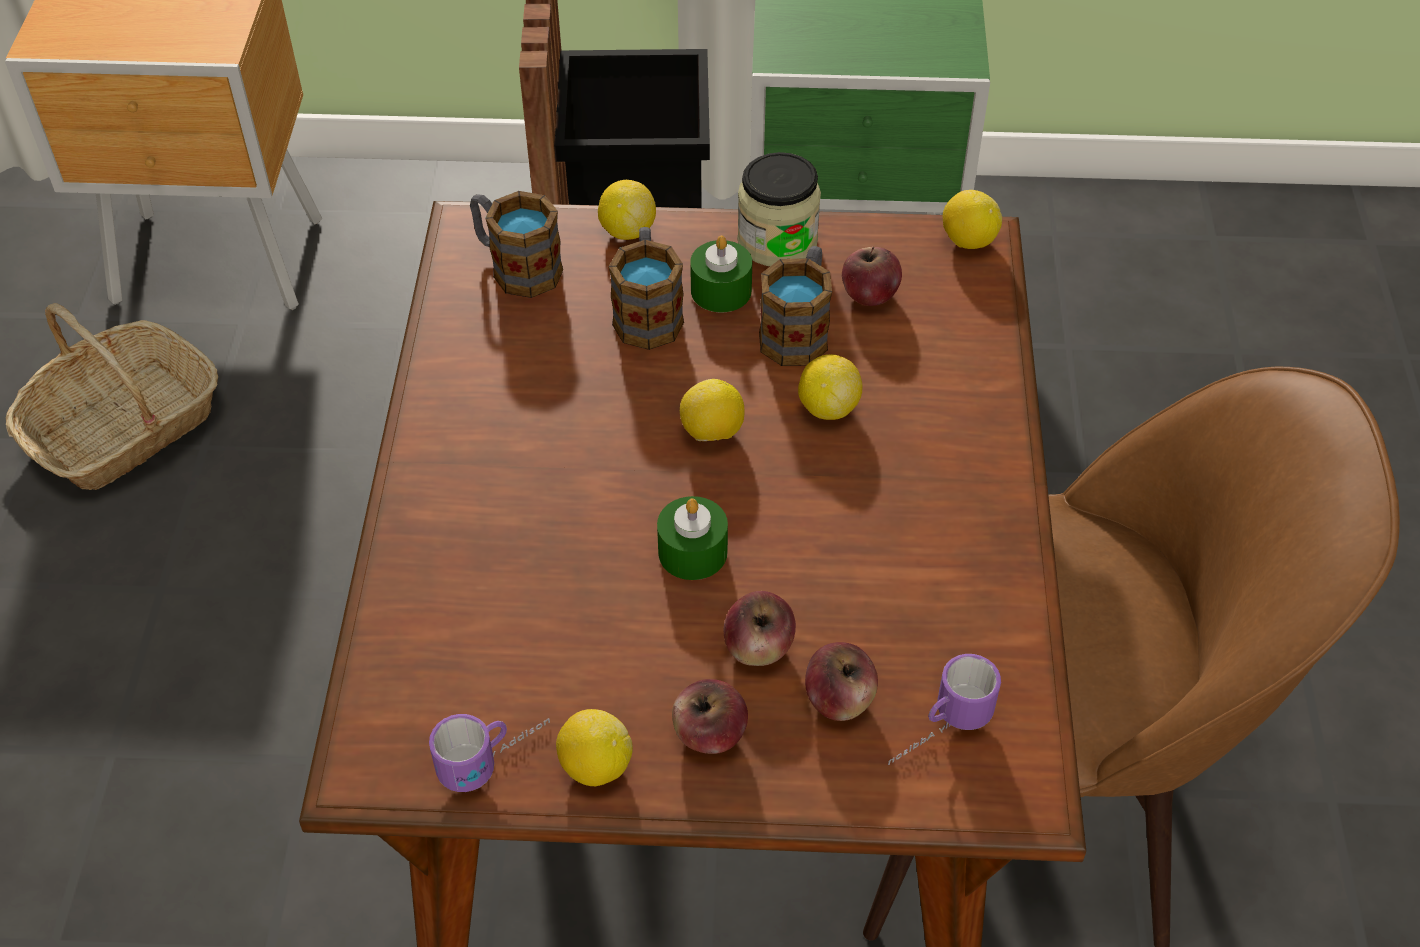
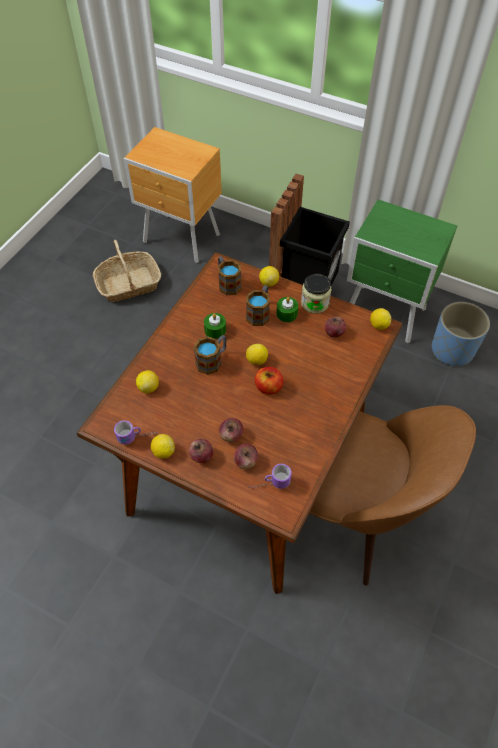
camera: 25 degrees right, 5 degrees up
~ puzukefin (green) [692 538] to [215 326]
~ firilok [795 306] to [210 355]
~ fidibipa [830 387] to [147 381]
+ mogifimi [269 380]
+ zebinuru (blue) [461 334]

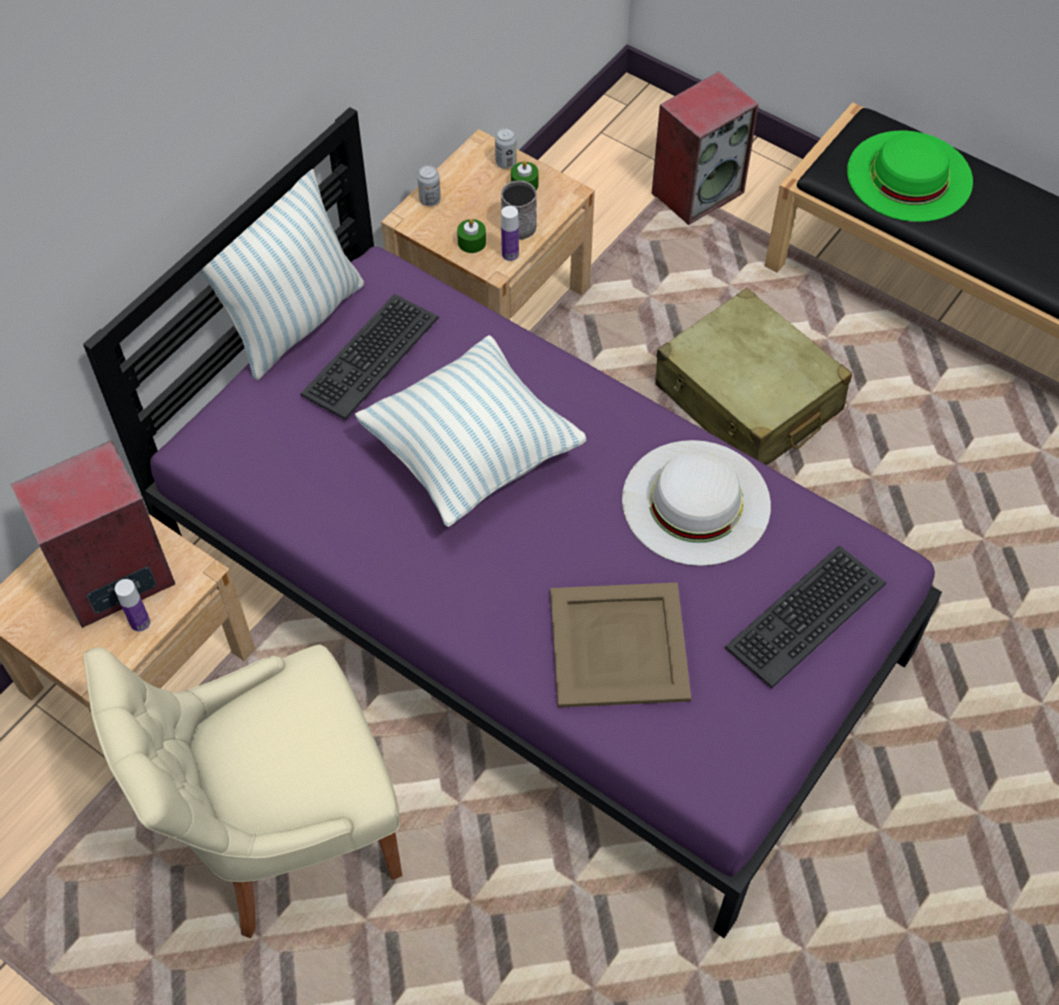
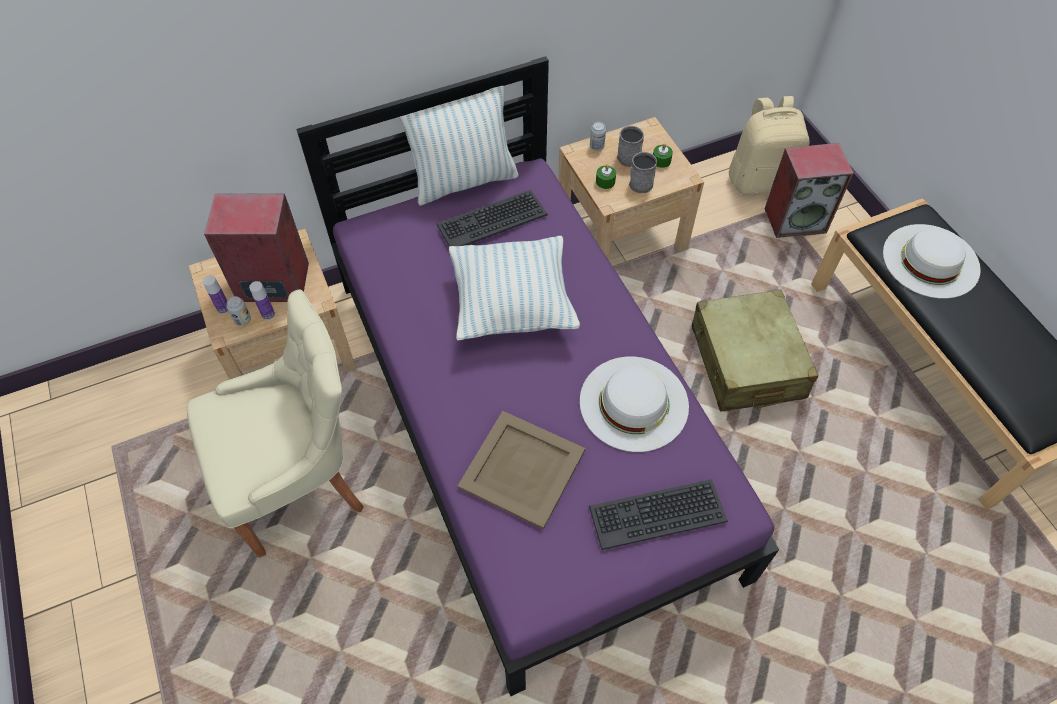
camera: 30 degrees right, 0 degrees up
~ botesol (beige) [242 791] = [275 423] 150 degrees clockwise
~ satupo [506 148] to [238 311]
~ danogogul [510 233] to [215 294]
~ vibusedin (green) [910 176] to vibusedin (white) [932 261]
+ firilok (grey) [630 146]
+ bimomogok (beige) [769 145]

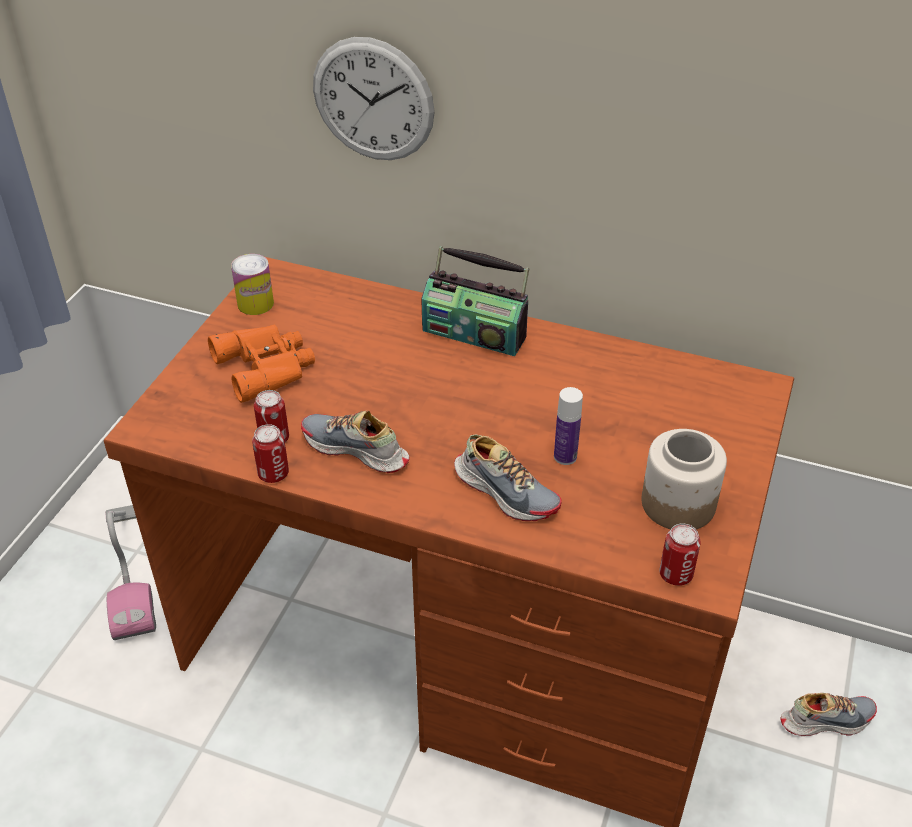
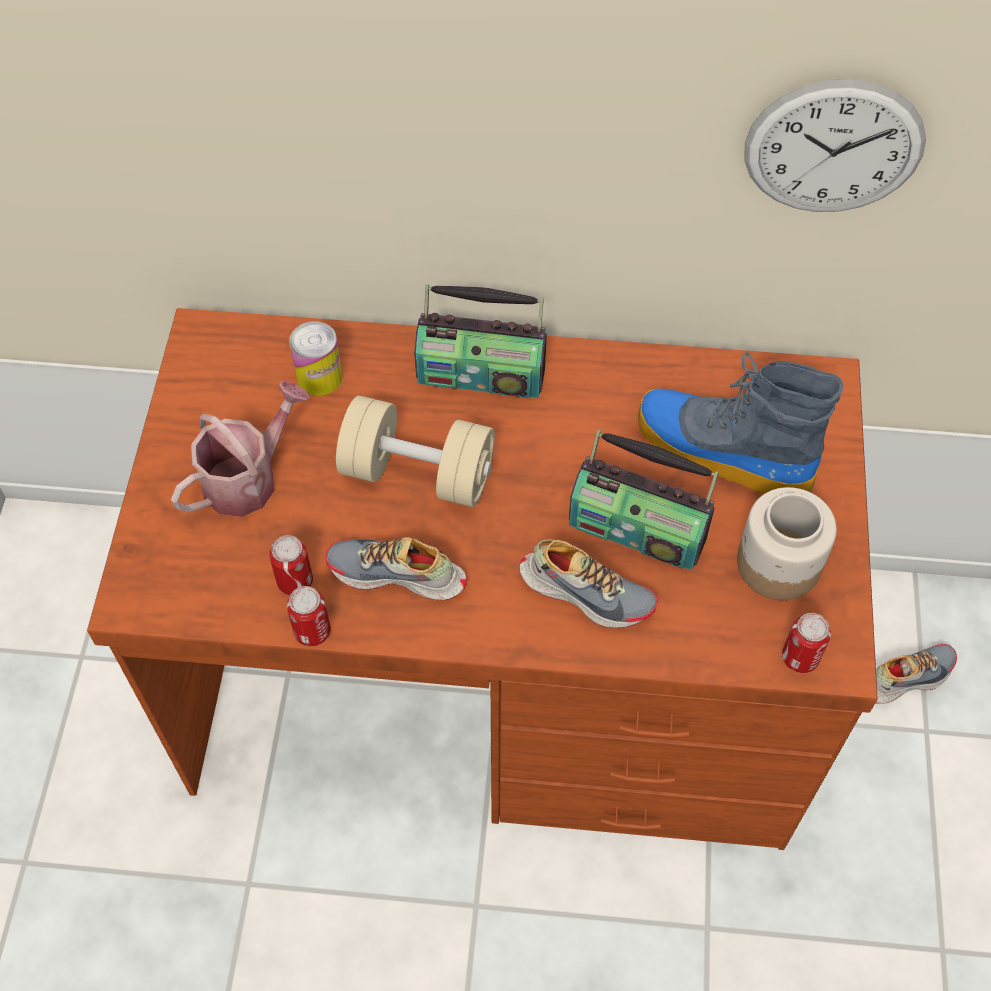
camera: 15 degrees left, 15 degrees up
- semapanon [130 572]
~ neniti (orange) [261 363] to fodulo [240 449]
~ satupo [252 284] to [315 358]
~ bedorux [374 98] to [835 145]
~ danogogul [568 426] to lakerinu [644 500]
+ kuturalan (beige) [415 451]
+ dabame [741 423]

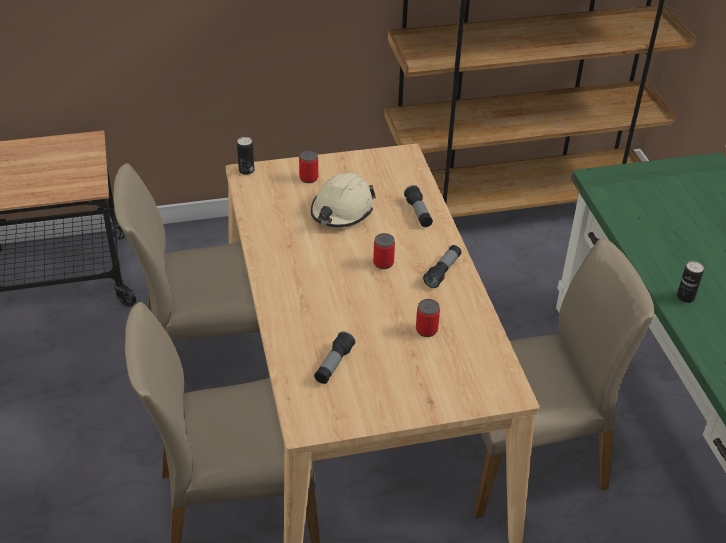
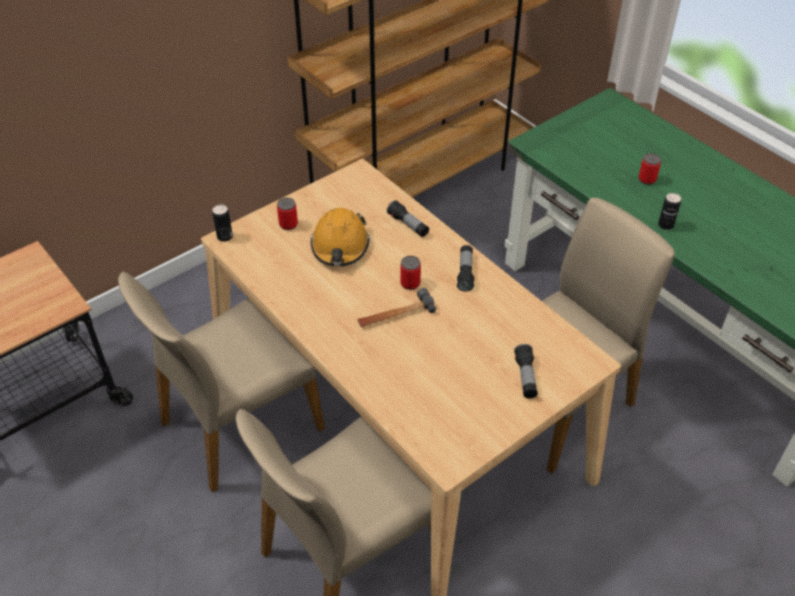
camera: 25 degrees left, 5 degrees up
~ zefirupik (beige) [343 200] to zefirupik (orange) [340 237]
~ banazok [334 358] to [526 371]
~ satupo [428 318] to [650 169]
+ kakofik [397 307]

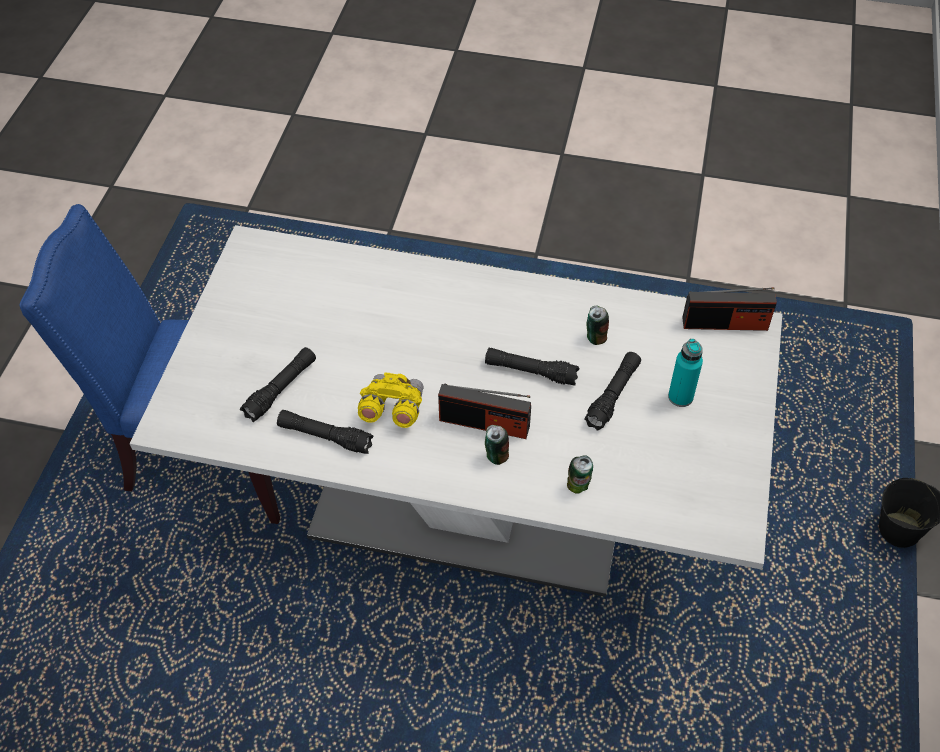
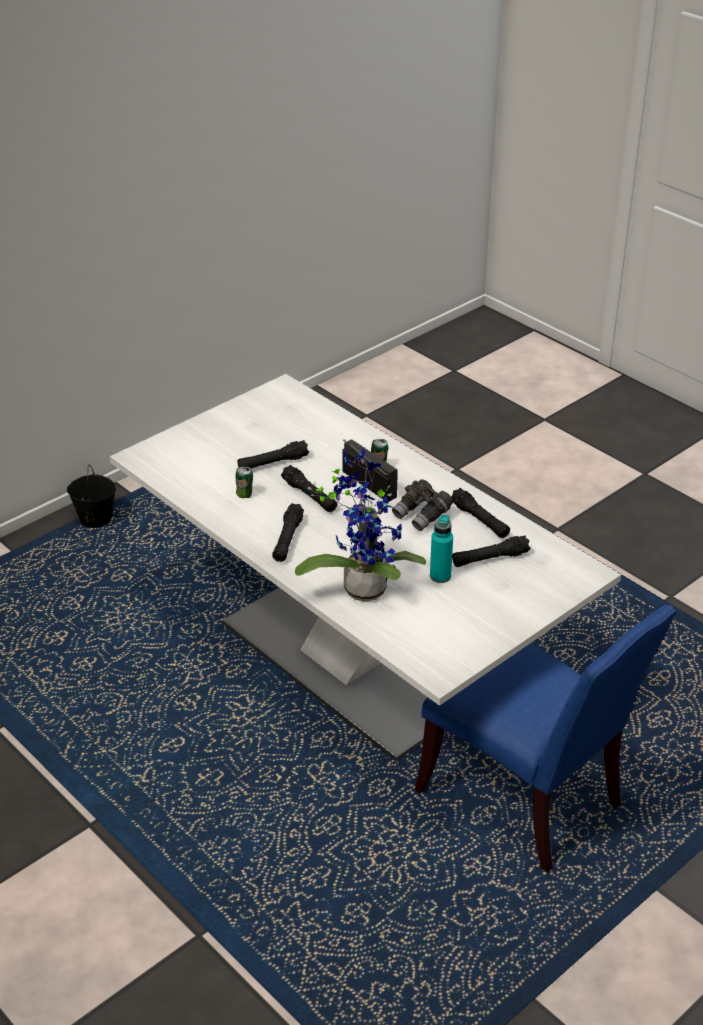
camera: 145 degrees left, 15 degrees down
~ neniti (yellow) [390 400] to neniti (grey) [422 505]
- satupo [580 474]
~ danogogul (turquoise) [685 373] to [441 549]
- lakerinu [729 309]
+ banazok (black) [288 532]
+ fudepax [360 525]

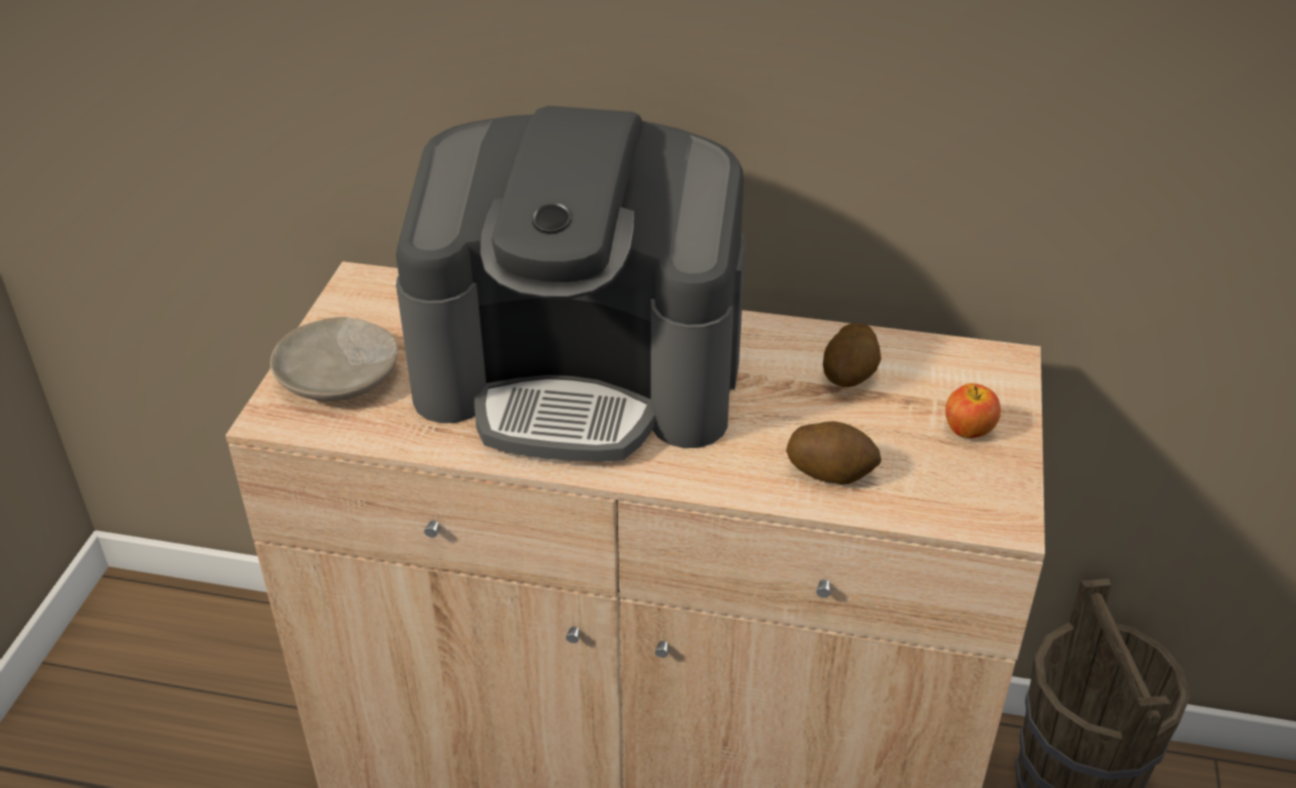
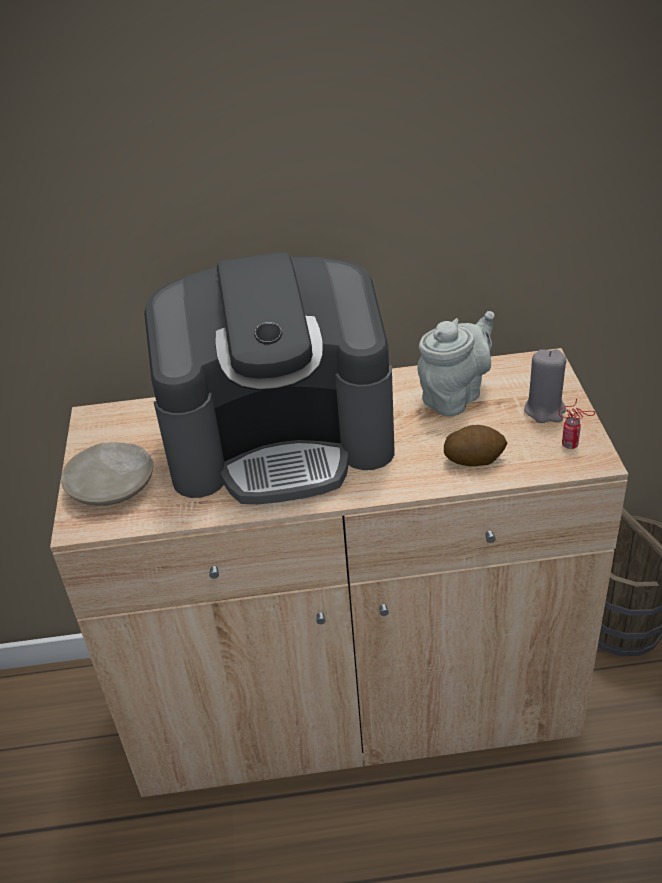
camera: 15 degrees left, 0 degrees up
~ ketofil [852 355] to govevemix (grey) [456 364]
~ mogifimi [973 410] to puzukefin (grey) [545 386]
+ satupo [577 423]

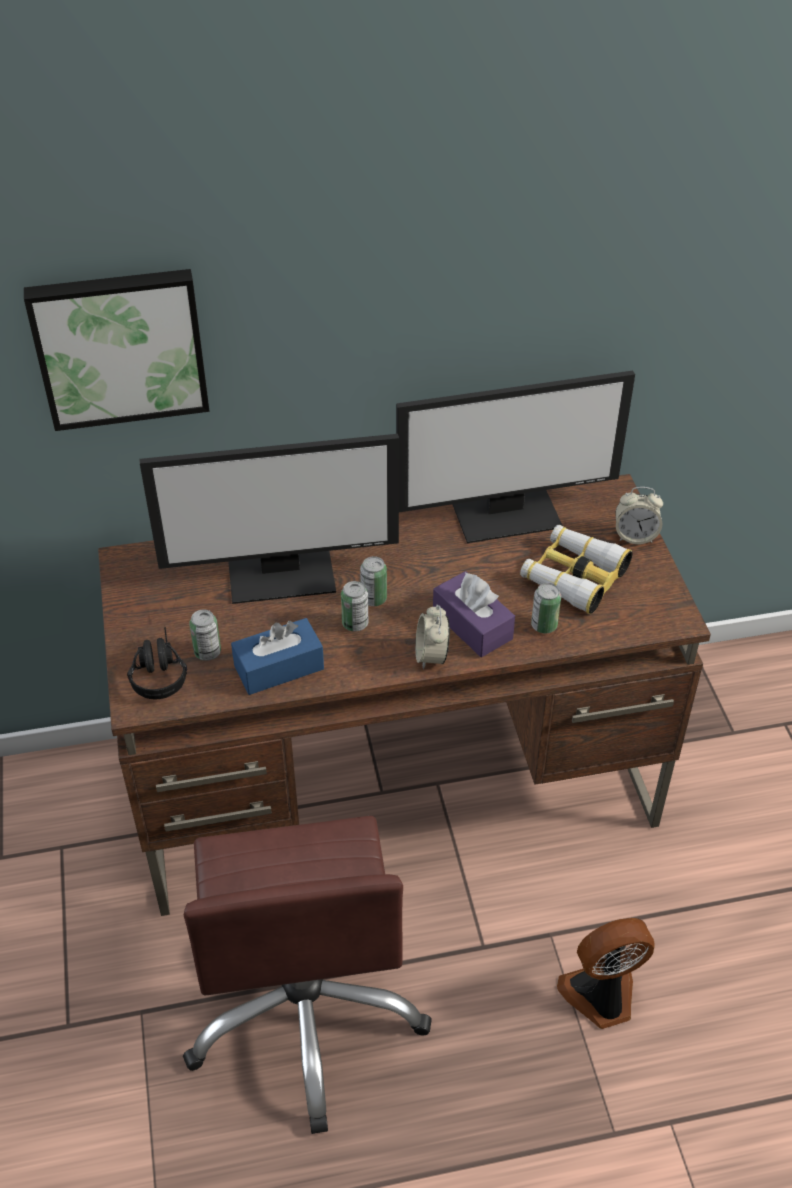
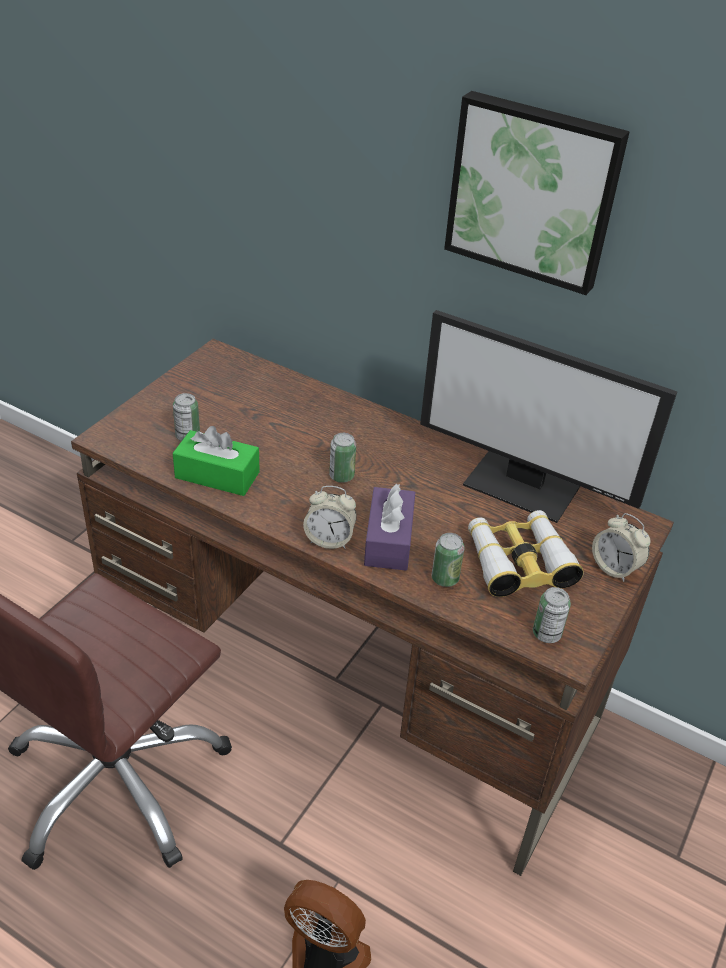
camera: 40 degrees right, 5 degrees down
~ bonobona [116 350] to [537 193]
- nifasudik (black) [157 663]
- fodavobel [269 519]
~ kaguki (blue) [277 656] to kaguki (green) [216 461]
~ satupo [354 606] to [552 615]
~ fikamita [432 637] = [329 517] 120 degrees counterclockwise

